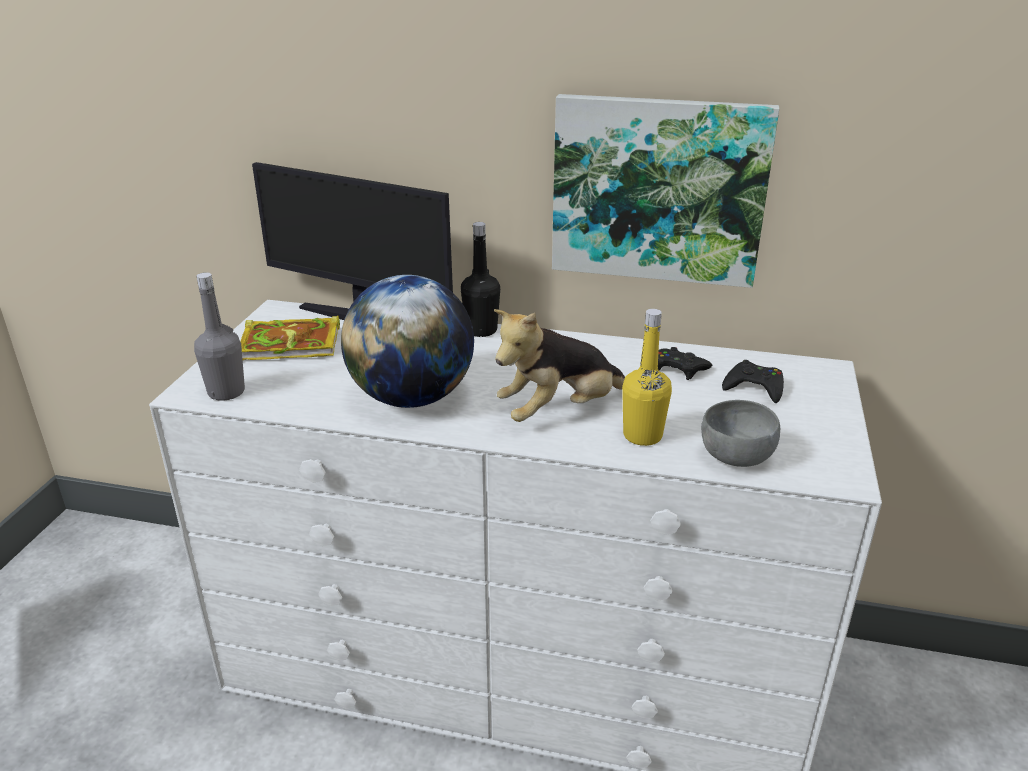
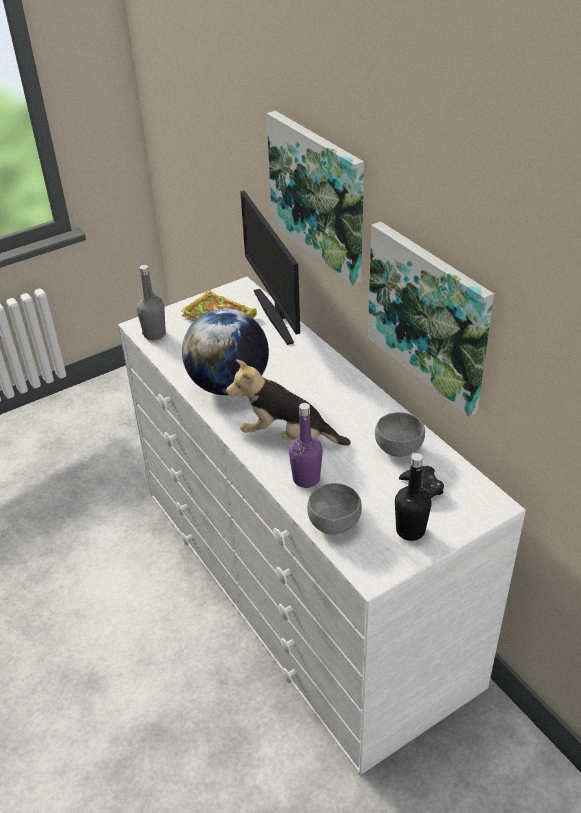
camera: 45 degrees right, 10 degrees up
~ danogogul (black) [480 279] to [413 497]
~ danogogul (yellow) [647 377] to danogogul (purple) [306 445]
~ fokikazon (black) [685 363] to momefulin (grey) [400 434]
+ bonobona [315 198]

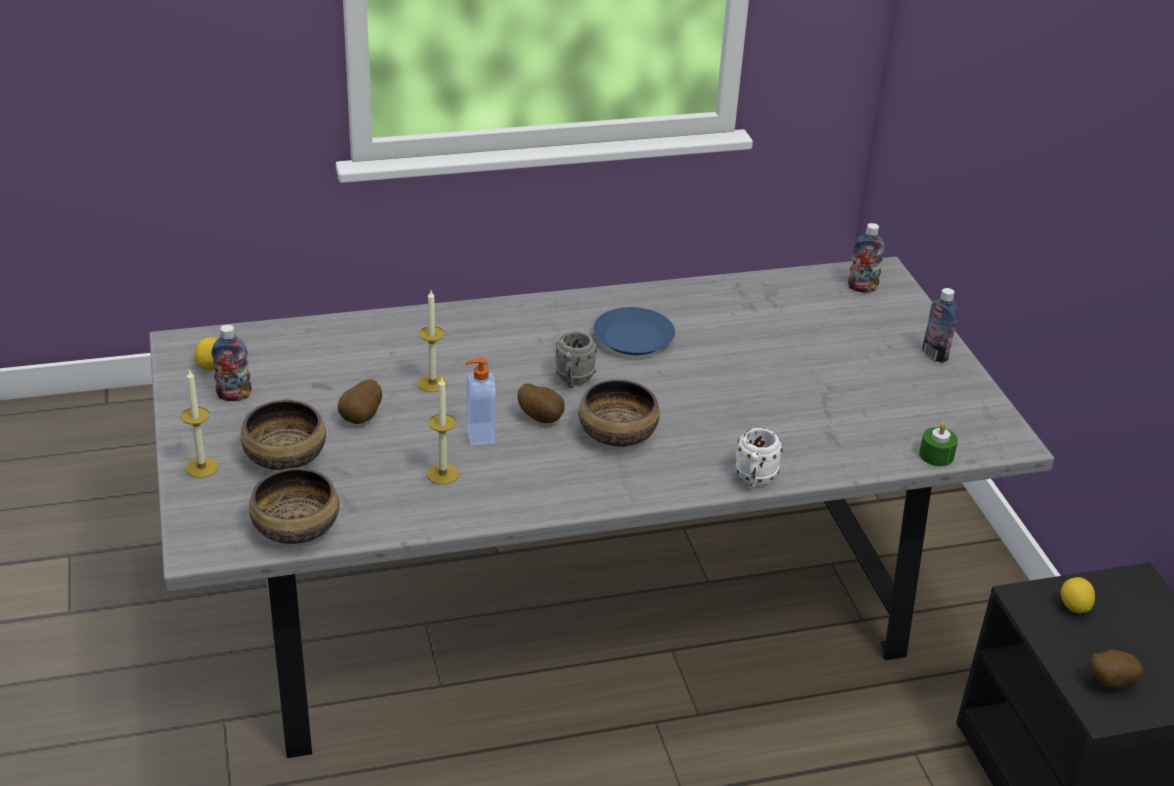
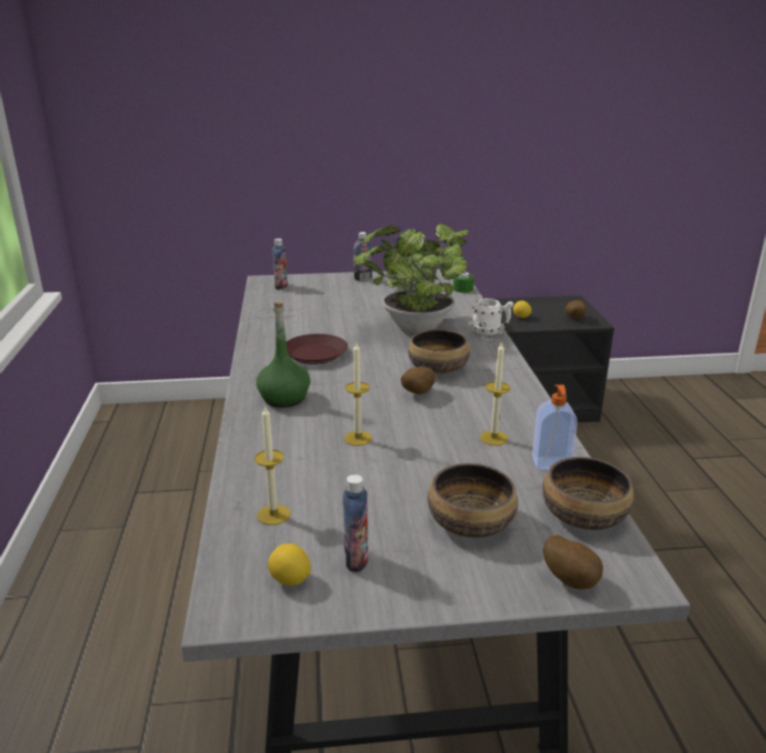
camera: 80 degrees left, 10 degrees down
~ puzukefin [199 423] to [272 466]
~ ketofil [360 401] to [573 562]
~ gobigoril [480 402] to [555 427]
- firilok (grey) [576 359]
~ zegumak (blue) [634 331] to zegumak (brown) [317 349]
+ danogogul (green) [283 355]
+ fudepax [411 277]

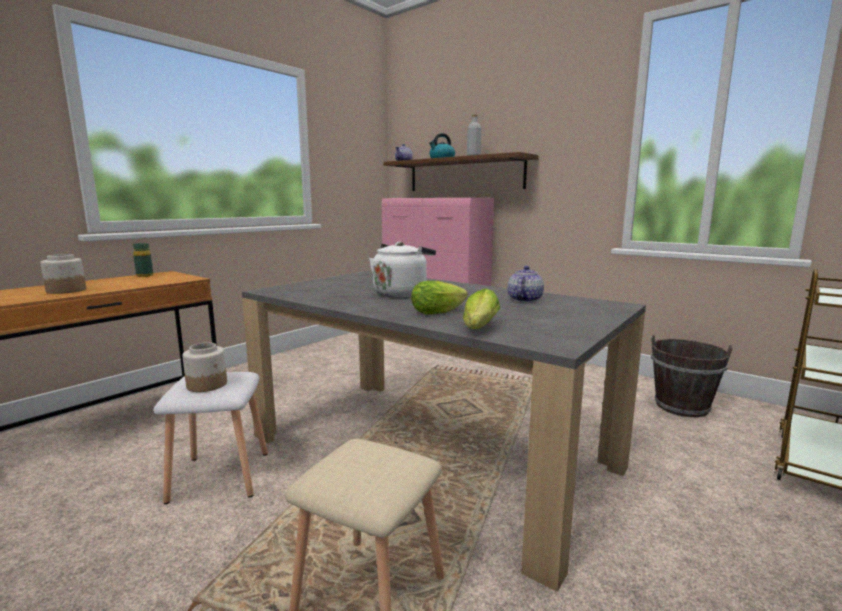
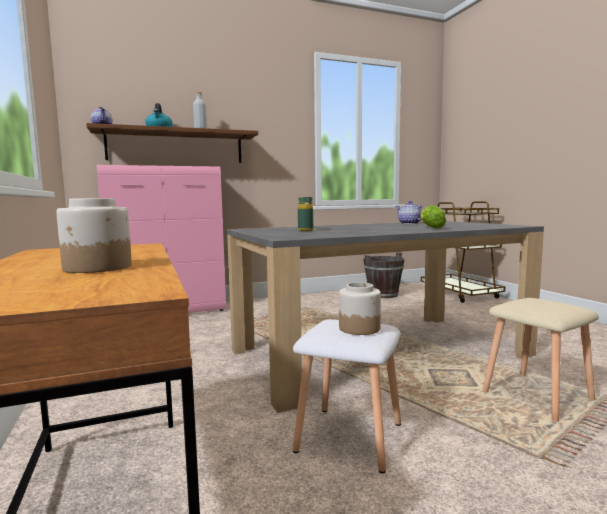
camera: 60 degrees left, 5 degrees down
~ danogogul (green) [143 260] to [305 214]
- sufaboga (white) [402 269]
- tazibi [481 308]

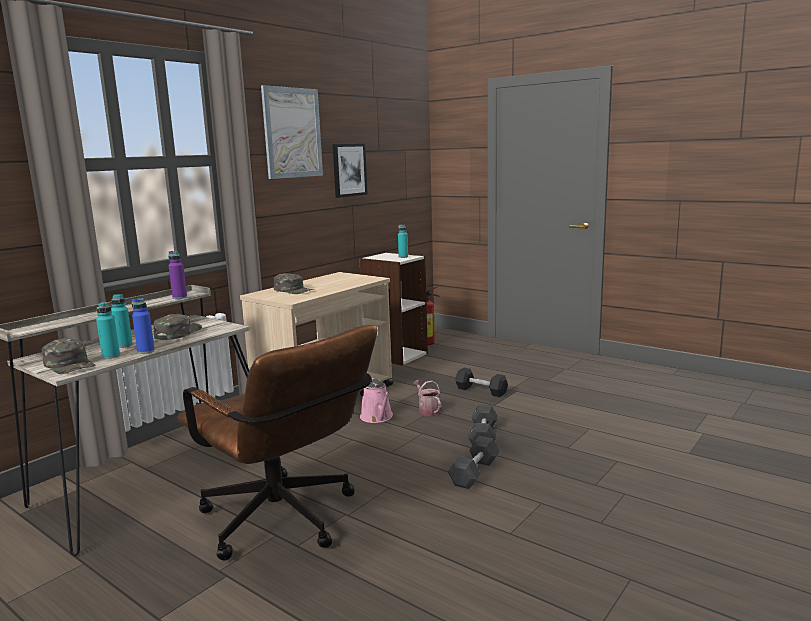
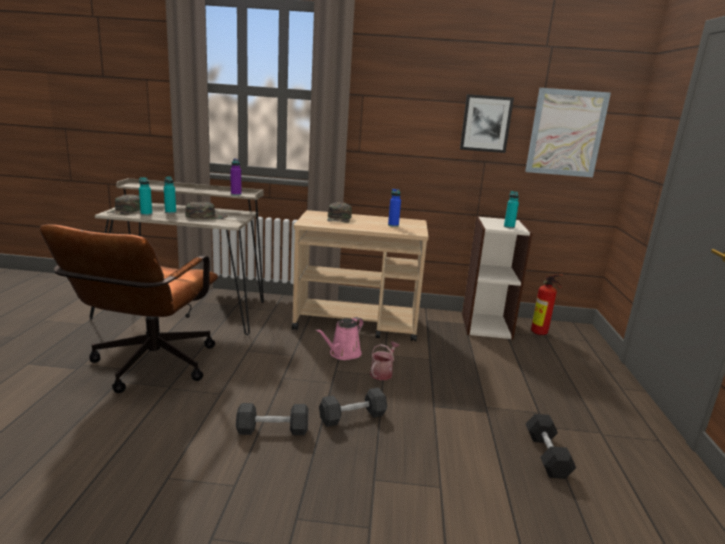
camera: 55 degrees right, 5 degrees up
~ danogogul (blue) [143 326] to [394 208]
~ bonobona [292 132] to [568 132]
~ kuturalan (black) [481 382] to [551 446]

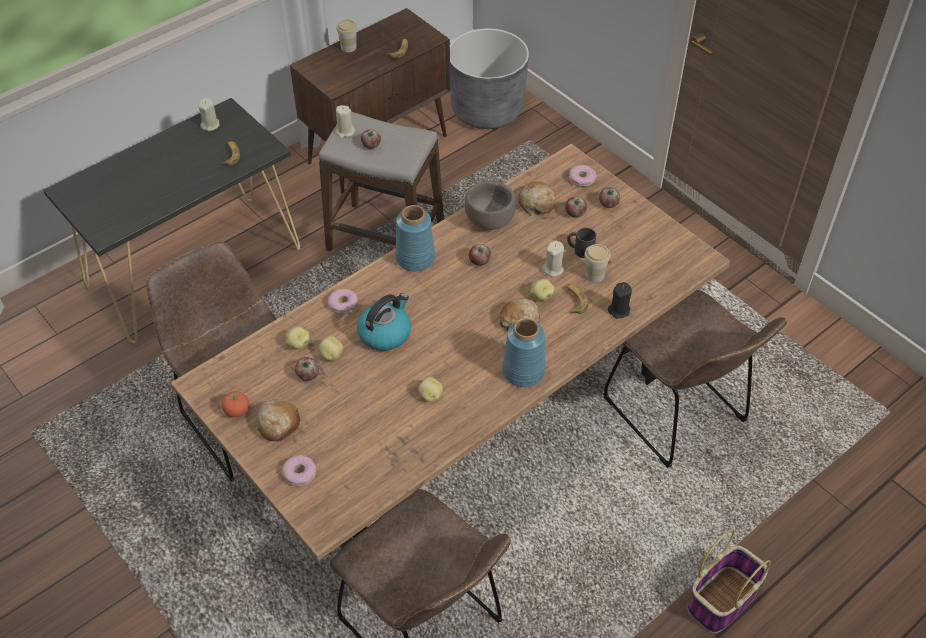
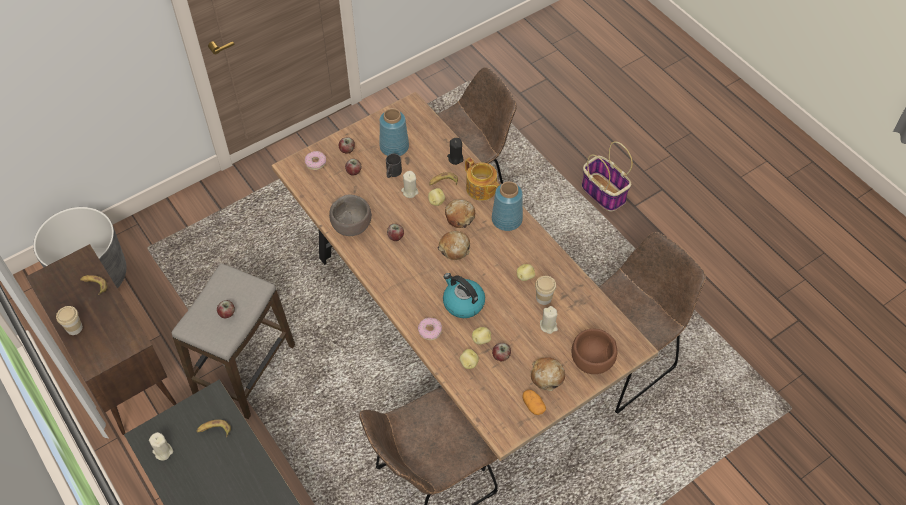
camera: 85 degrees left, 5 degrees up
~ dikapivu [235 404] to ketofil [534 402]
~ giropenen [299 470] to momefulin (brown) [594 351]
~ puzukefin (beige) [345 121] to [549 320]
~ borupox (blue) [415 238] to [394 132]
~ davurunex [536 198] to [454 245]
~ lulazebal [597 263] to [545 290]
+ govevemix [482 179]

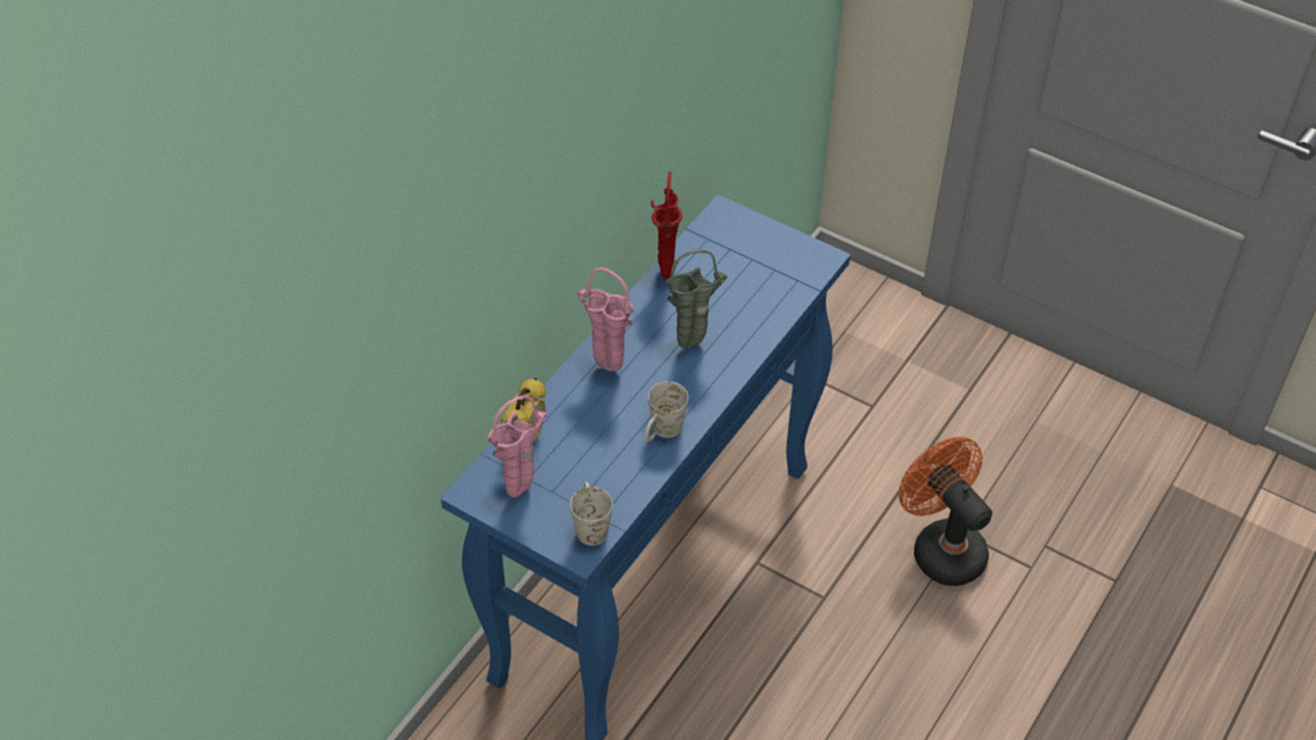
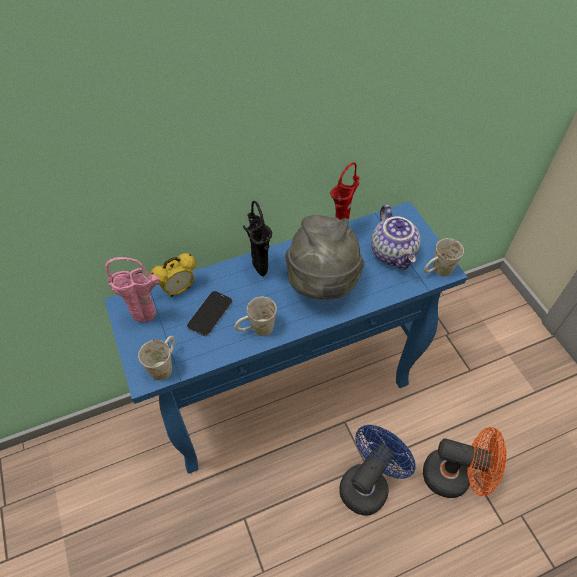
camera: 35 degrees right, 5 degrees up
~ borupox (pink) [606 320] to borupox (black) [257 238]
~ borupox (green) [697 299] to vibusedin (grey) [324 257]
~ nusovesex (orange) [945 511] = [465 462] 105 degrees clockwise
+ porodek [209 313]
+ nusovesex (blue) [377 470]
+ govevemix [396 237]
+ firilok (white) [444 257]

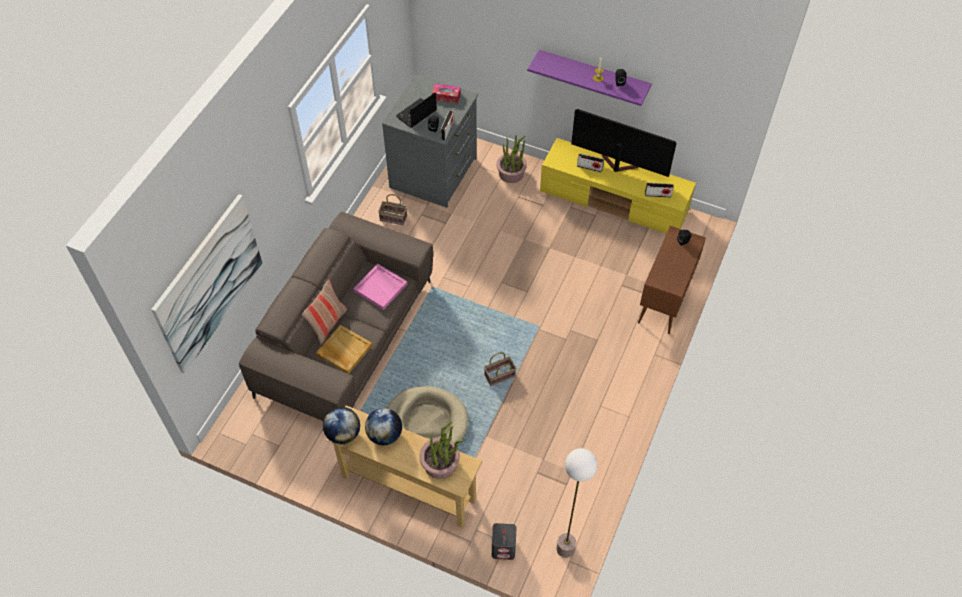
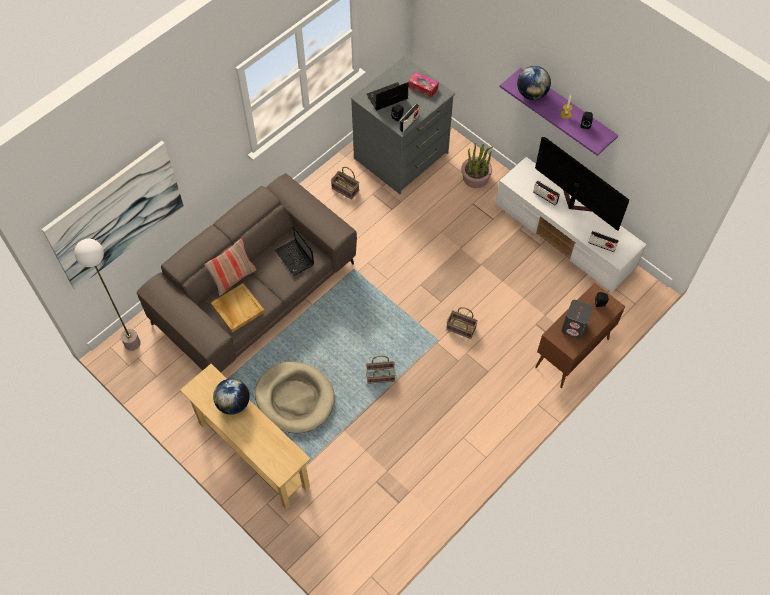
camera: 20 degrees right, 5 degrees up
~ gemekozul [341 425] to [534 83]
~ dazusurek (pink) [380 287] to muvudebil [294 251]
- fudepax [441 450]
~ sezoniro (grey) [504 541] to [577 319]
~ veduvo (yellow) [618 186] to veduvo (white) [571 224]
~ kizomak [577 503] to [107 295]
+ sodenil [462 323]

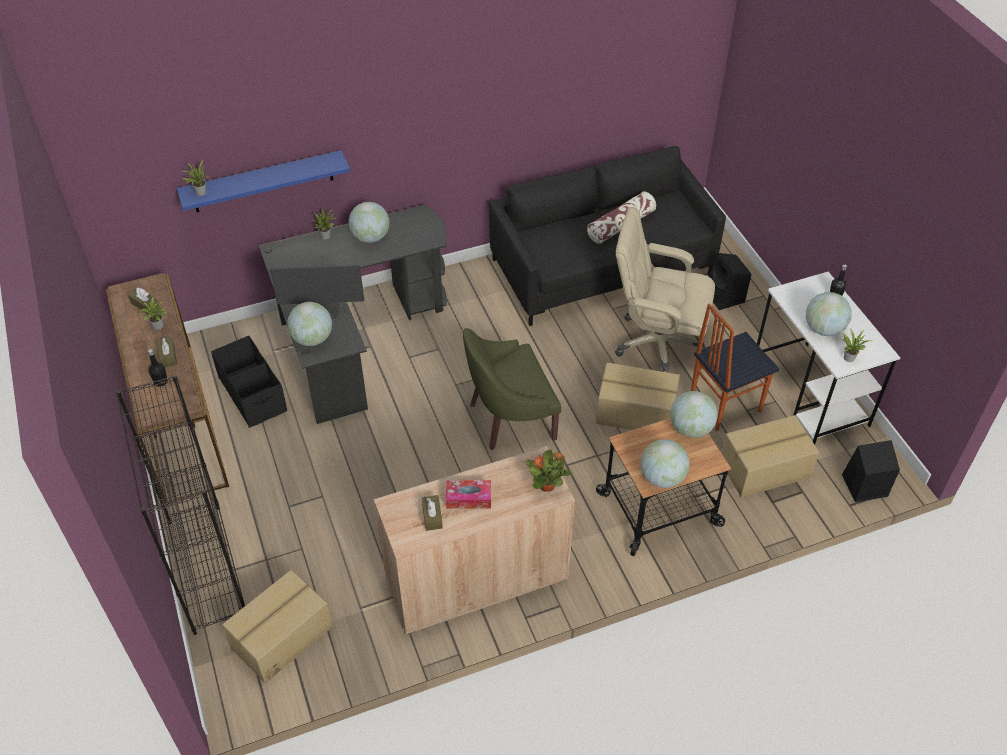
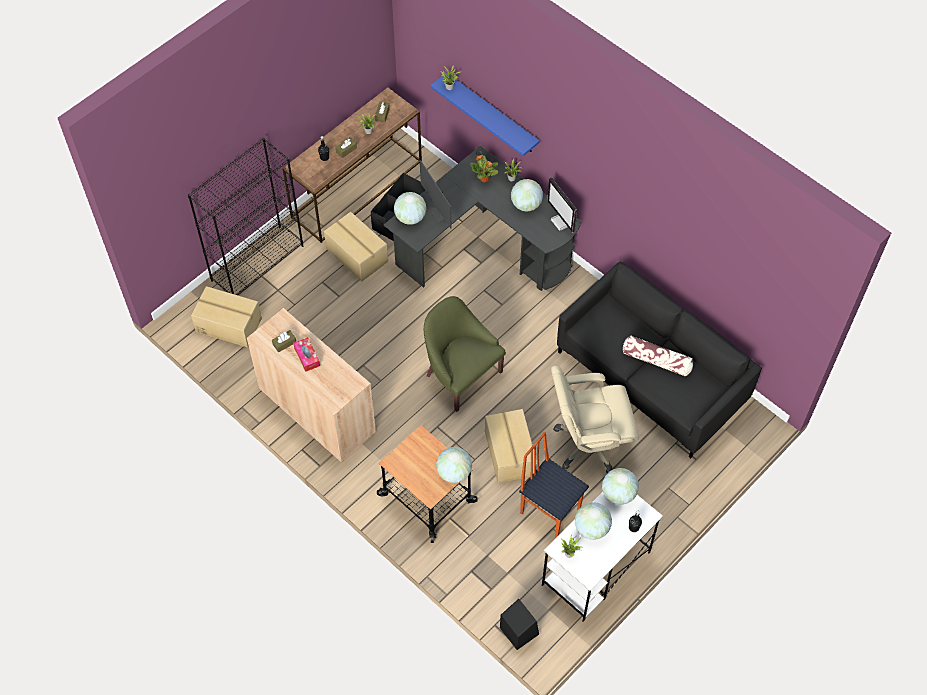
camera: 65 degrees right, 10 degrees up
~ fudepax [548 471] to [484 169]
~ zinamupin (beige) [665 290] = [595 419] 90 degrees counterclockwise
~ gemekozul [665 463] to [620 486]
- sezoniro (black) [730 281]
~ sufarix [770 456] to [356 246]
+ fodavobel [562 204]

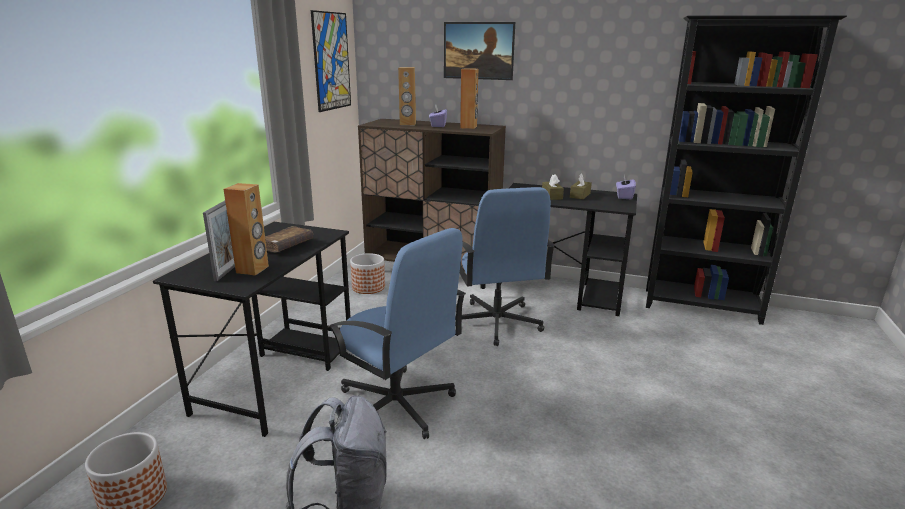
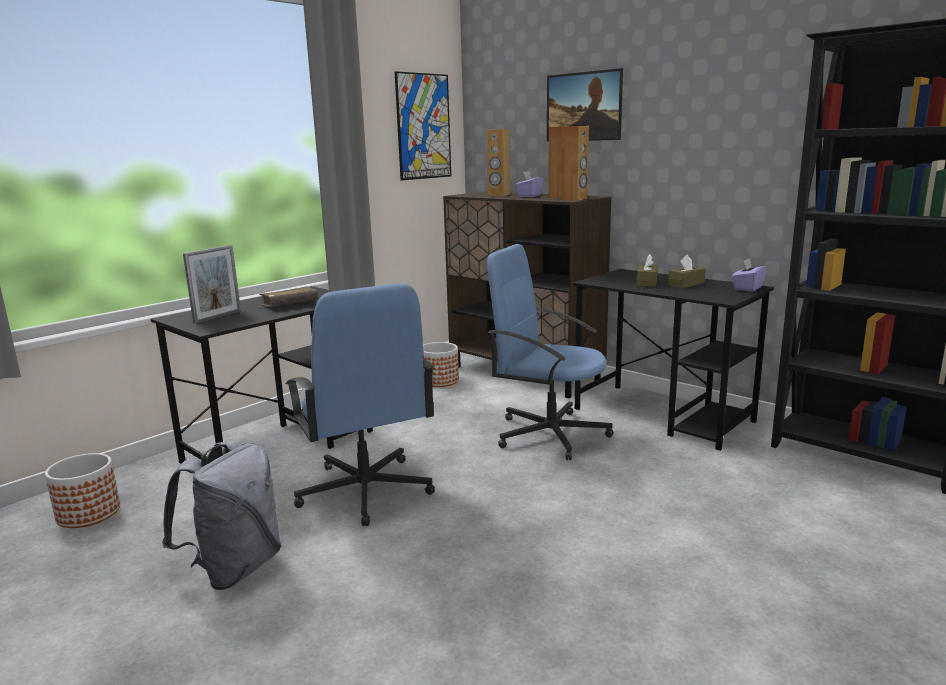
camera: 25 degrees right, 5 degrees down
~ sezoniro (brown) [246 229] to [575 163]
~ zinamupin (blue) [505 266] = [550 352] 105 degrees clockwise

